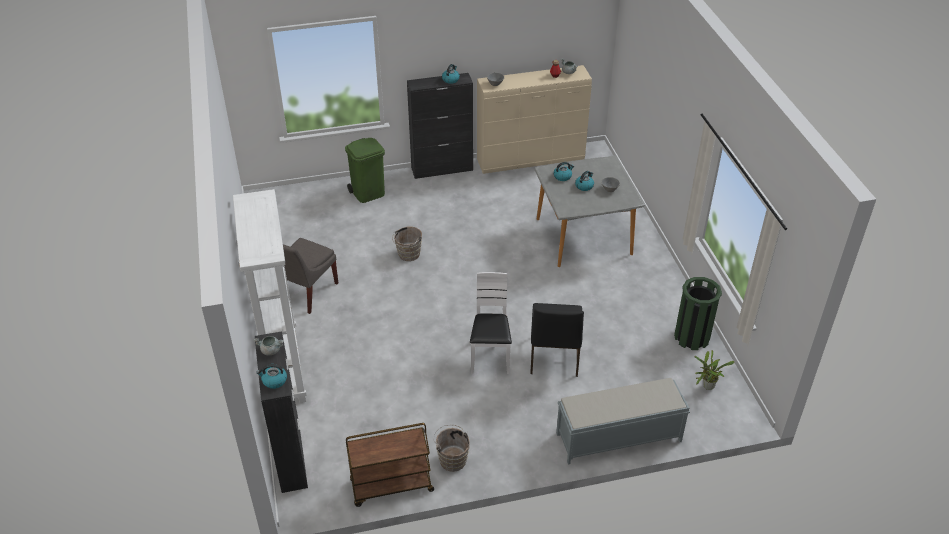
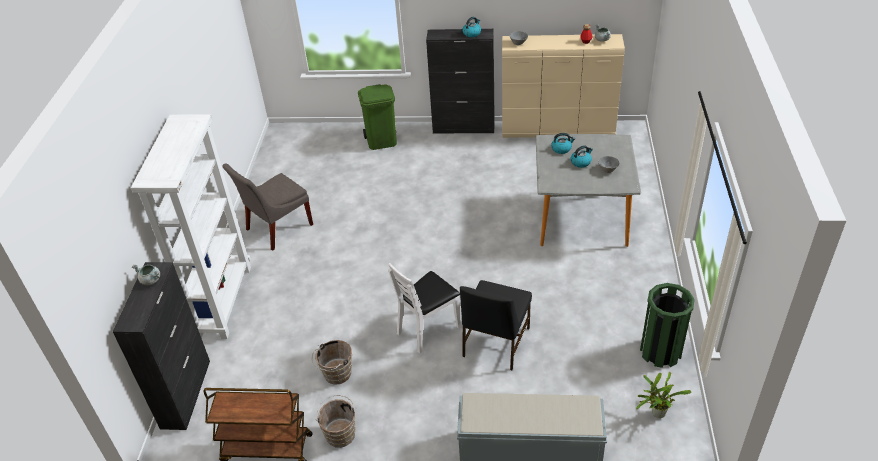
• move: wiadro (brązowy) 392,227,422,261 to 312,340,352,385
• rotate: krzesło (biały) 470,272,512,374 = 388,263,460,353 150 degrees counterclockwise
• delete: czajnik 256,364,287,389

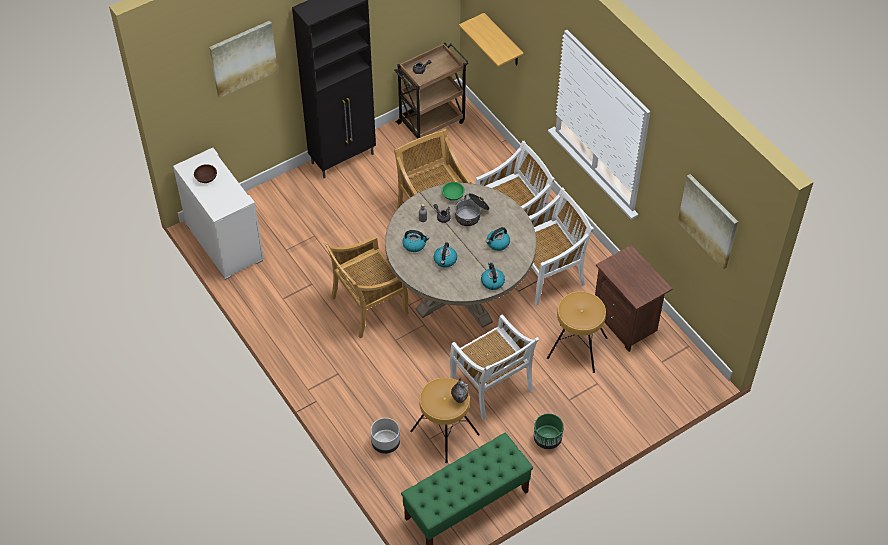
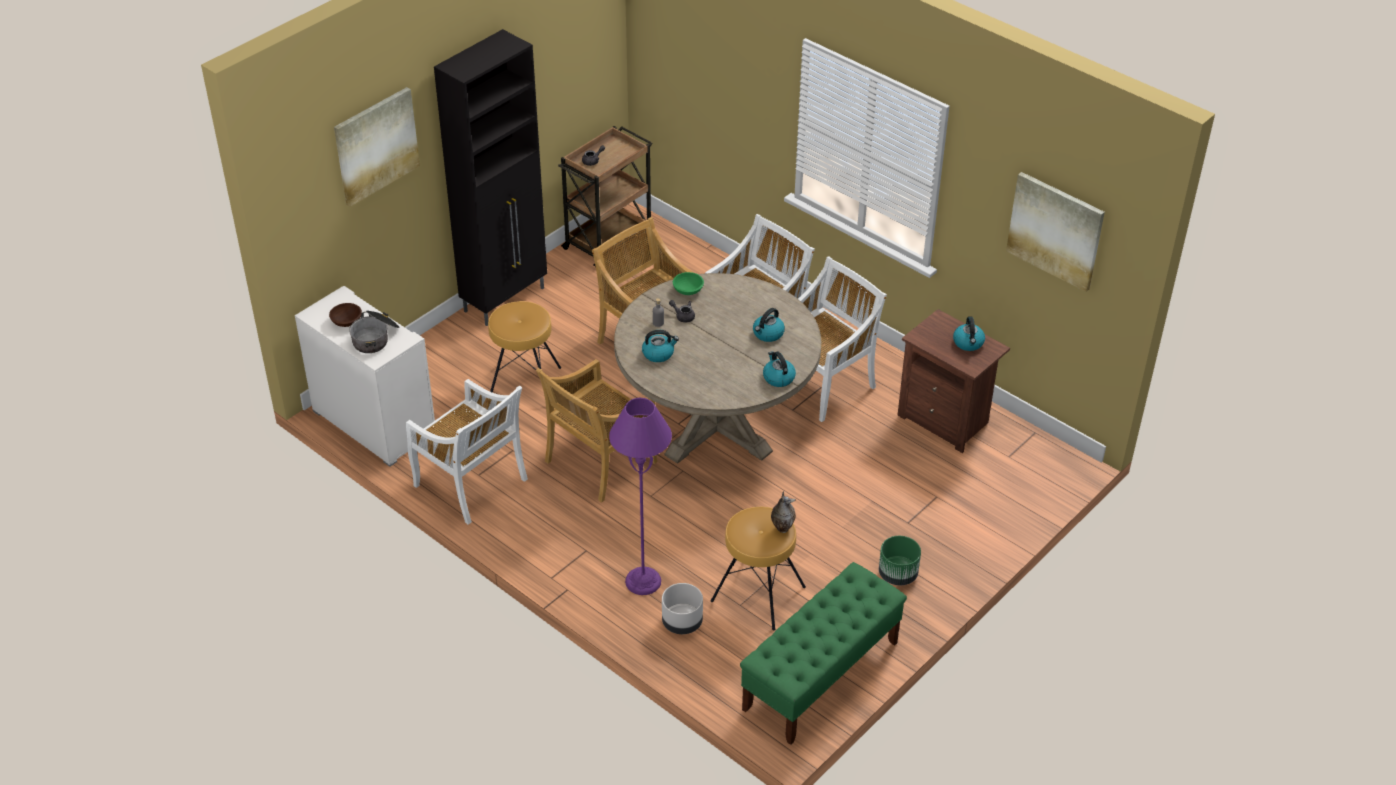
• delete: półka 459,13,524,67
• move: garnek 454,193,490,226 to 349,311,399,353
• move: czajnik 434,242,457,268 to 953,316,985,351
• move: stołek (brązowy) 547,291,607,373 to 488,301,561,393
• move: krzesło (biały) 450,314,539,420 to 406,379,528,525
• insert: lampa stojąca (fioletowy) 609,398,672,595

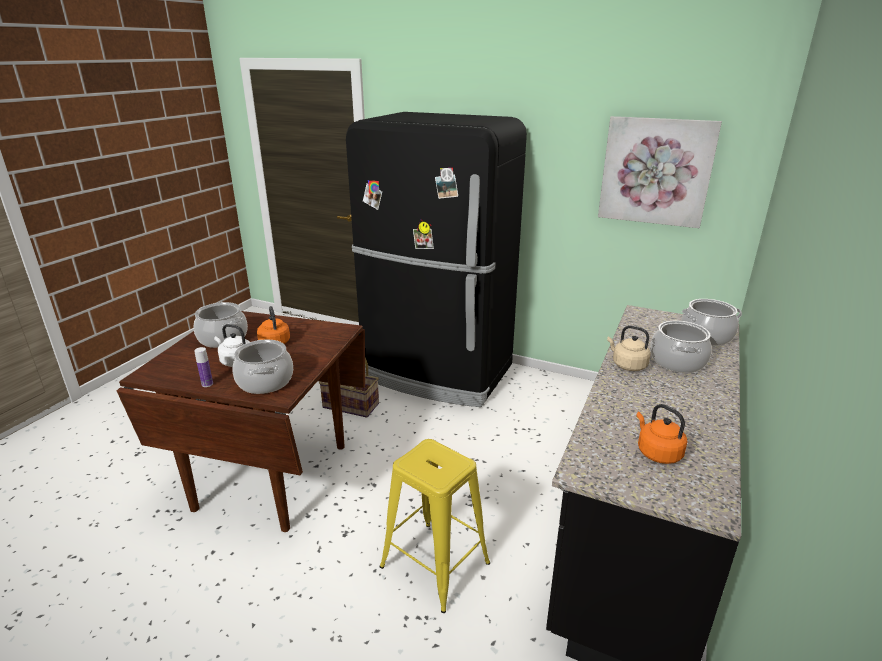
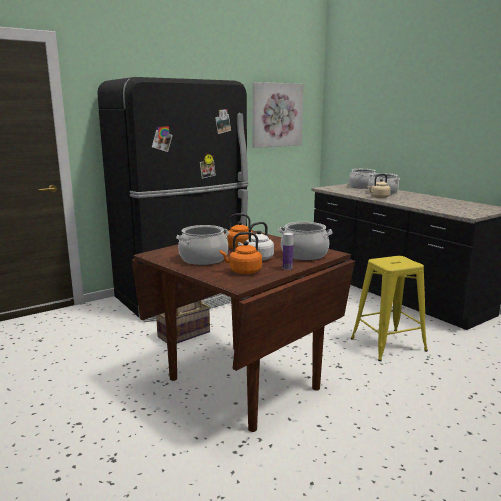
• move: czajnik (pomarańczowy) 636,404,687,464 to 220,232,262,274

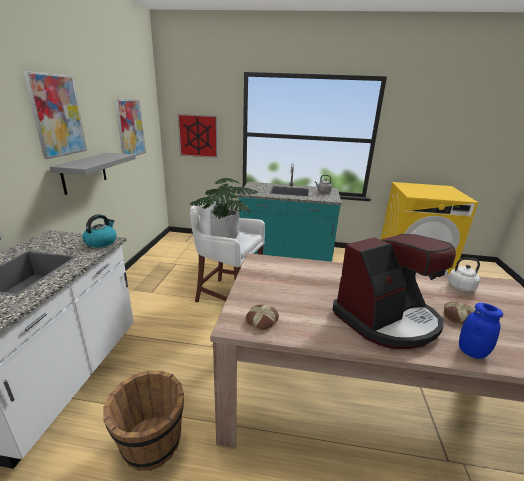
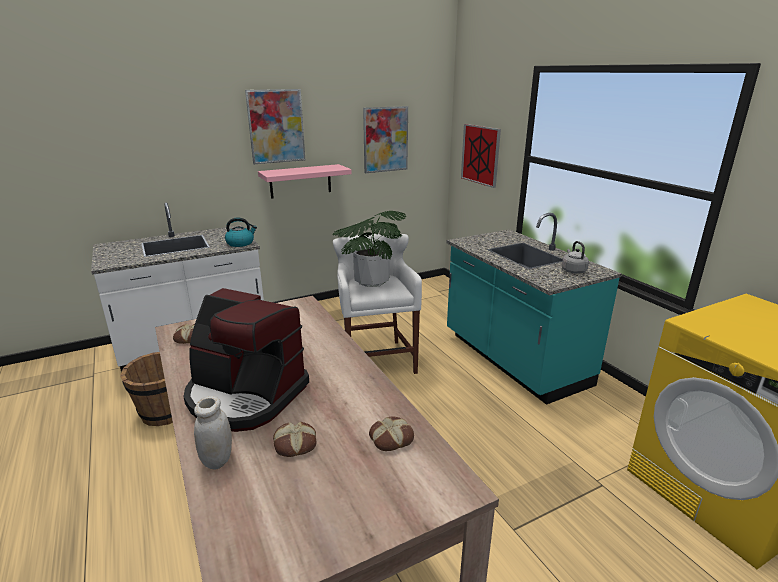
• recolor: półka (szary) 50,153,136,195 to półka (różowy) 258,164,352,199
• replace: czajnik (biały) 445,258,480,292 to chleb 369,417,414,451
• recolor: słoik (niebieski) 459,303,503,359 to słoik (biały) 194,396,232,470

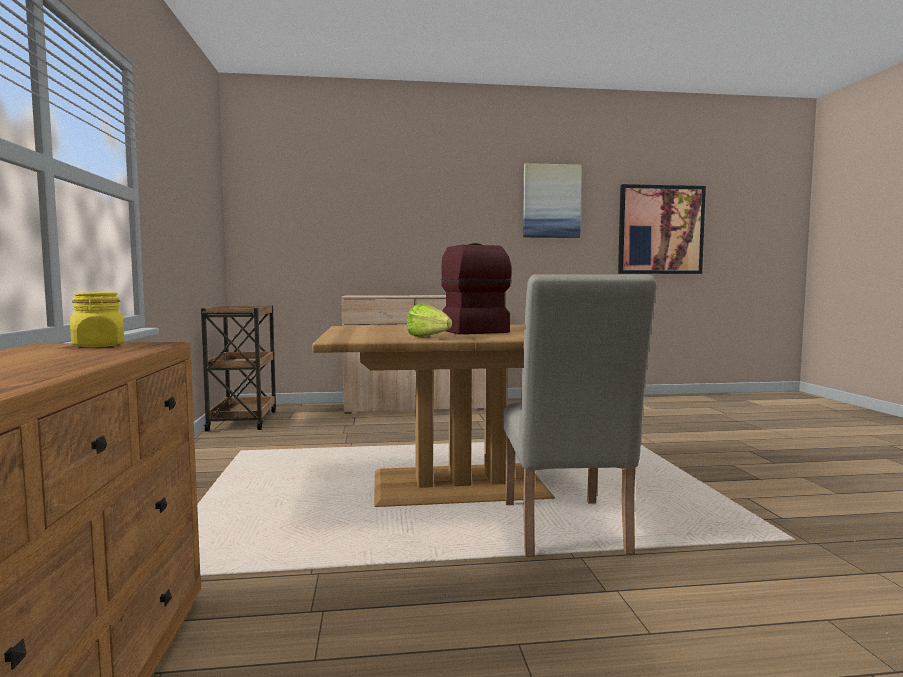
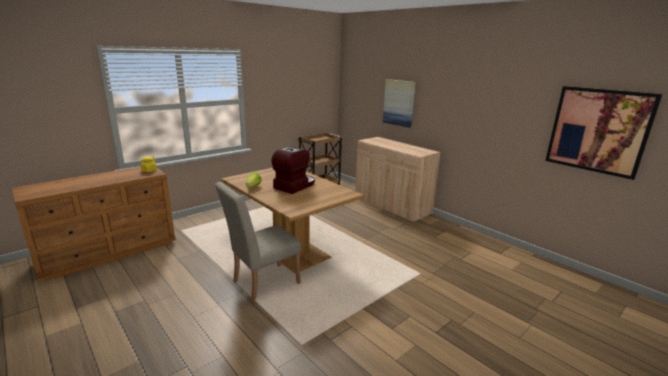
• move: obraz 523,163,582,238 to 383,79,416,128

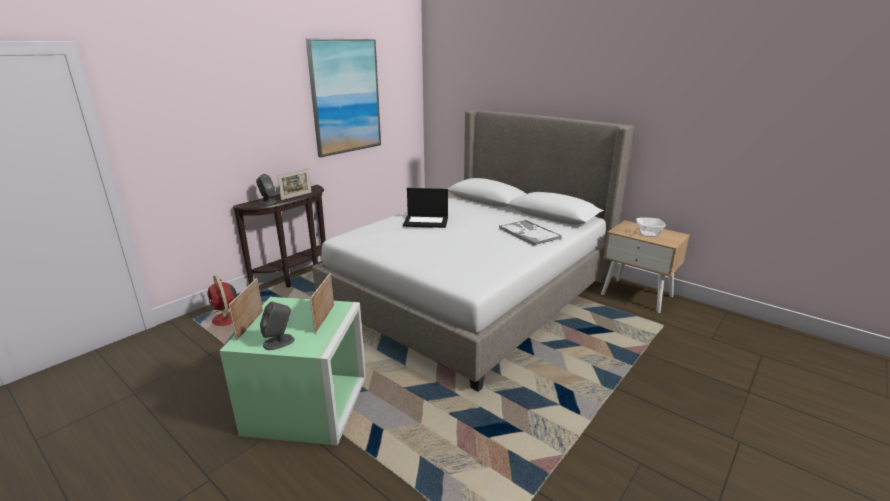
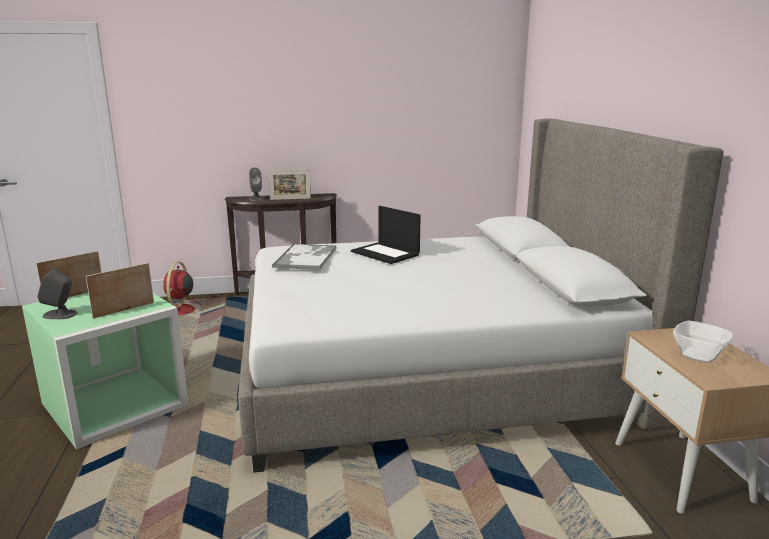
• delete: obraz 306,39,381,157
• move: taca 499,220,561,245 to 272,244,337,270

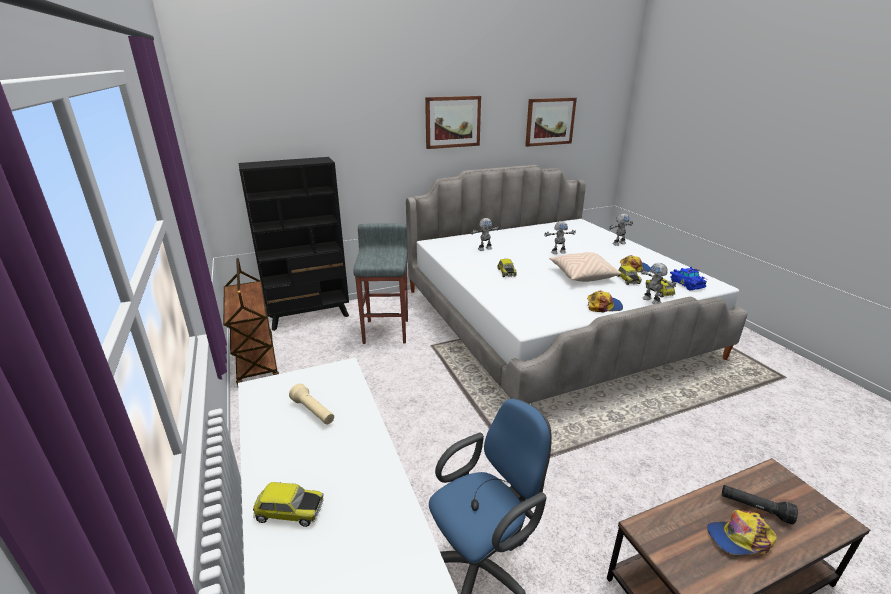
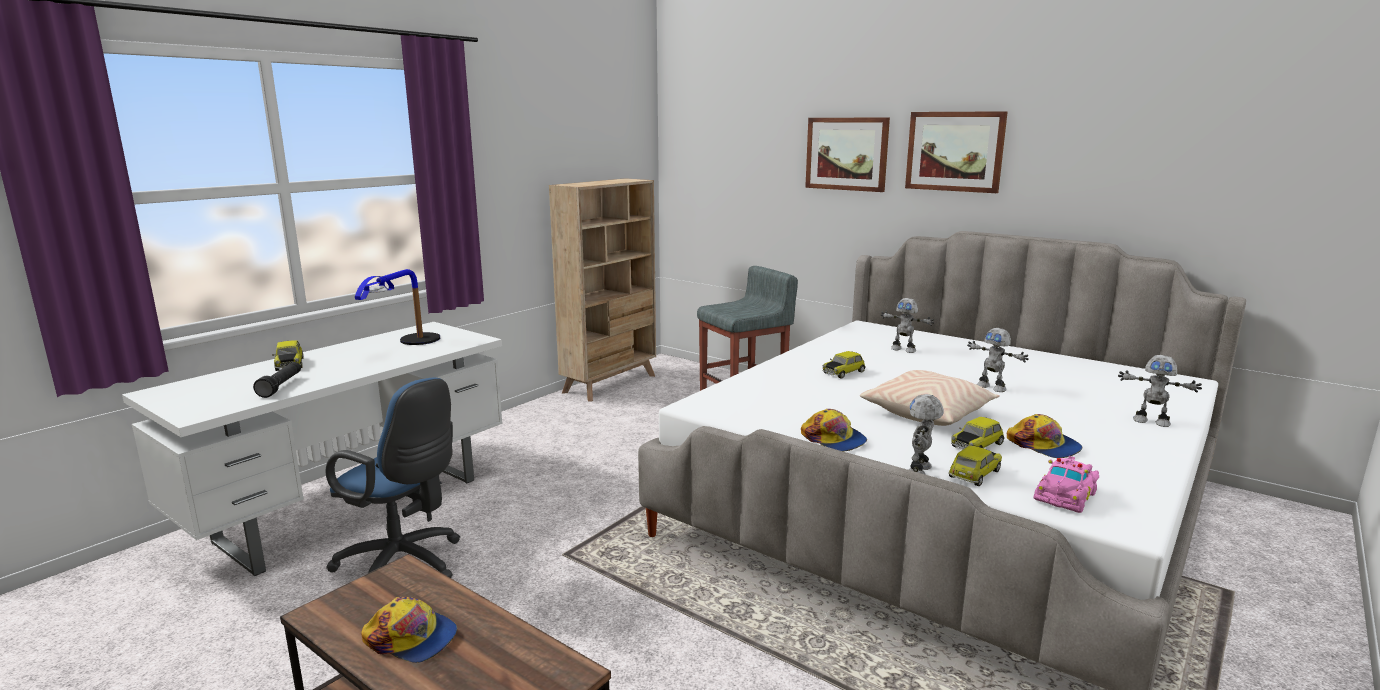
• move: obraz 525,98,577,147 to 805,118,890,192
• delete: regał (czarny) 239,157,349,331
• replace: wózek (brązowy) 223,258,279,385 to regał (beżowy) 549,178,656,402
• recolor: samochodzik (niebieski) 670,267,708,290 to samochodzik (różowy) 1033,456,1099,513
• replace: latarka (beżowy) 289,384,334,424 to lampa stołowa 355,269,440,345
• move: latarka (czarny) 722,485,798,525 to 253,362,301,398
• rotate: czapka z daszkiem 707,510,777,555 = 361,597,457,663 150 degrees clockwise

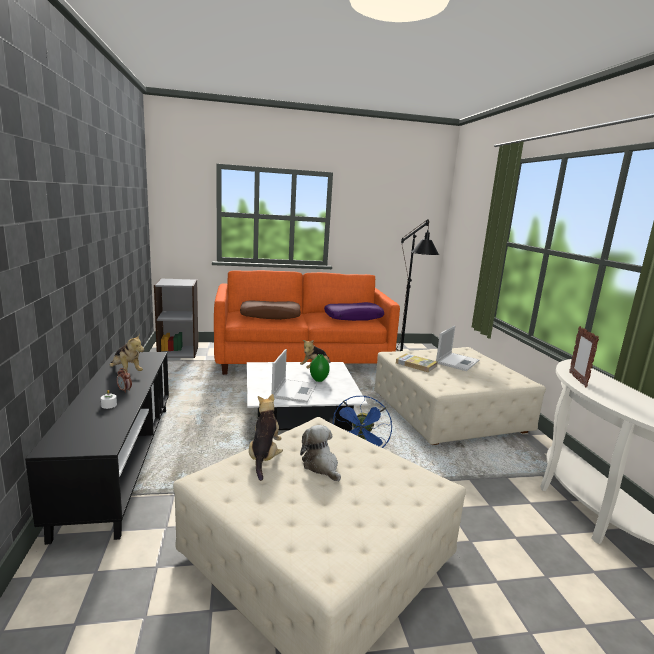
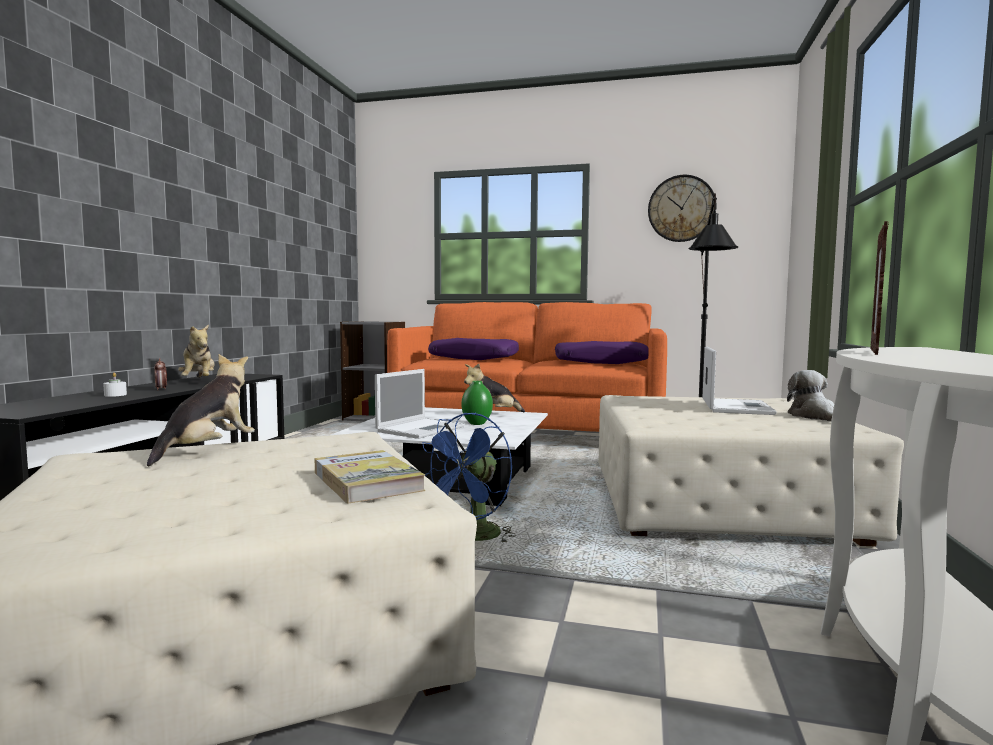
• recolor: poduszka (brązowy) 240,300,301,320 to poduszka (fioletowy) 428,338,519,360
• rotate: laptop 436,326,479,371 = 702,347,777,415 45 degrees counterclockwise
• move: książka 396,354,438,372 to 314,450,425,504
• move: pluszak 300,425,341,482 to 787,370,834,422
• insert: zegar ścienny 648,175,717,242

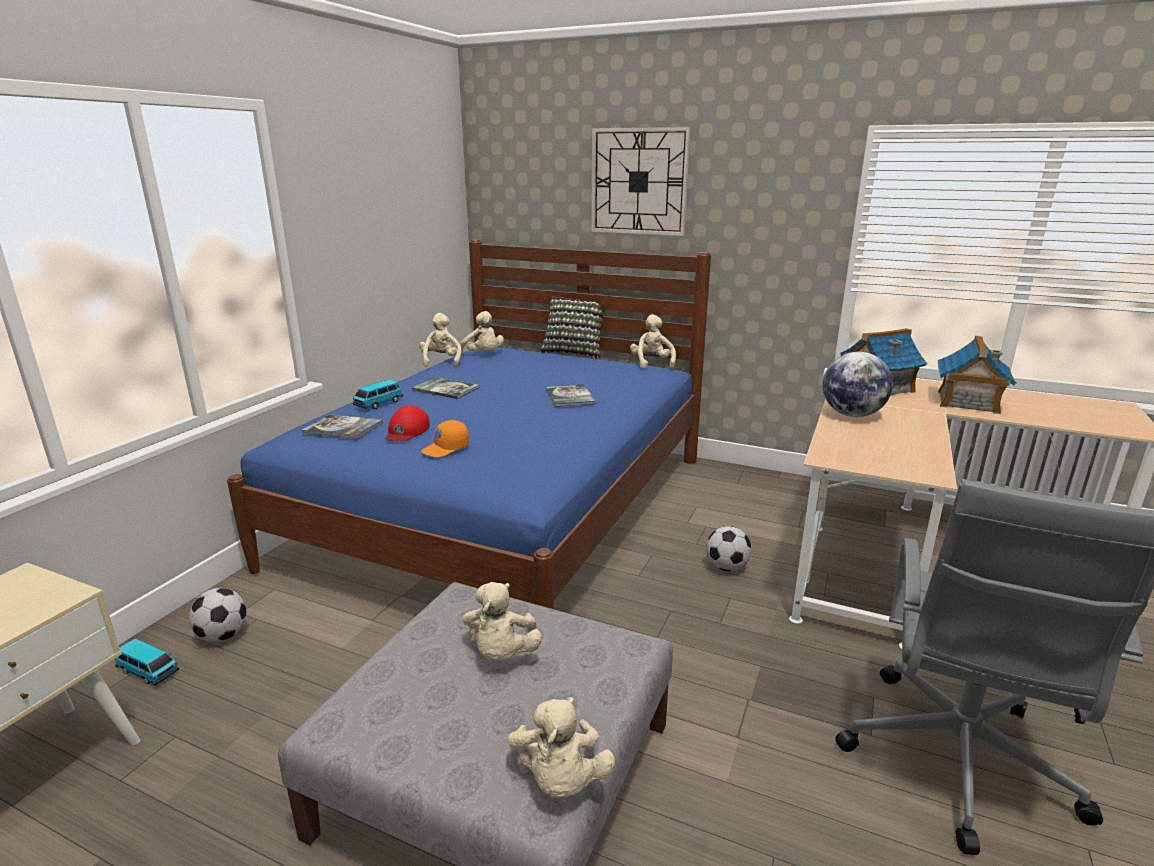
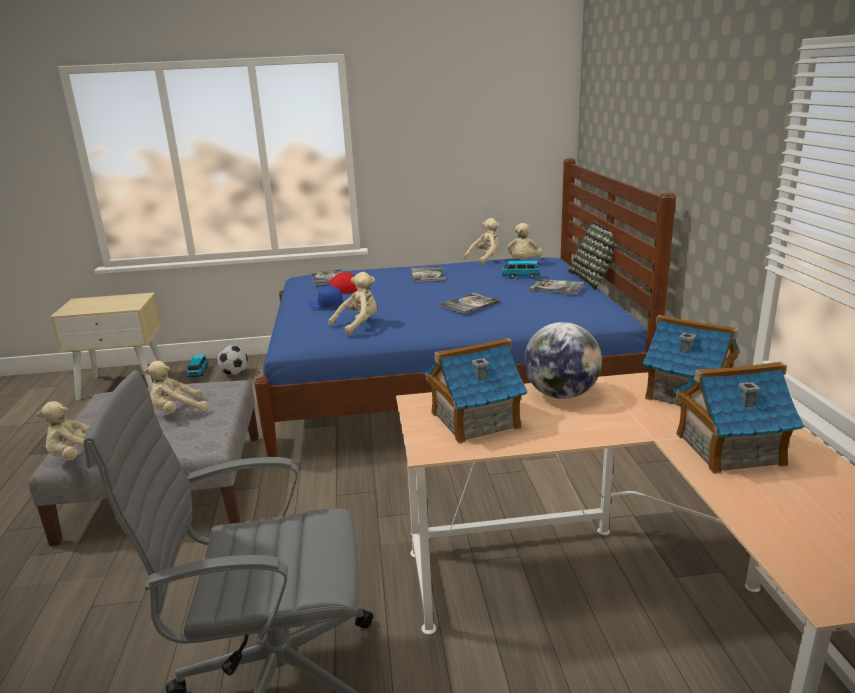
• delete: zegar ścienny 591,127,691,236
• move: pluszak (beżowy) 630,314,676,369 to 328,272,377,336
• move: samochodzik 353,380,403,409 to 503,261,540,279
• recolor: czapka z daszkiem (pomarańczowy) 421,420,469,457 to czapka z daszkiem (niebieski) 308,286,343,308
• delete: piłka futbolowa 706,526,751,571
• insert: książka 529,279,585,294
• insert: domek 424,338,528,444

